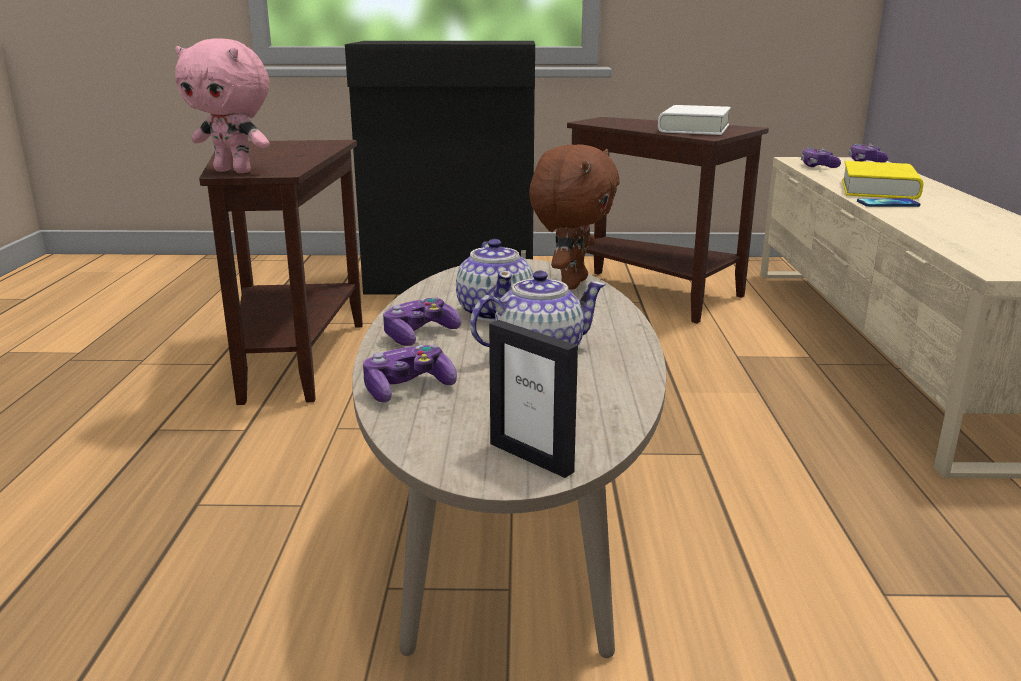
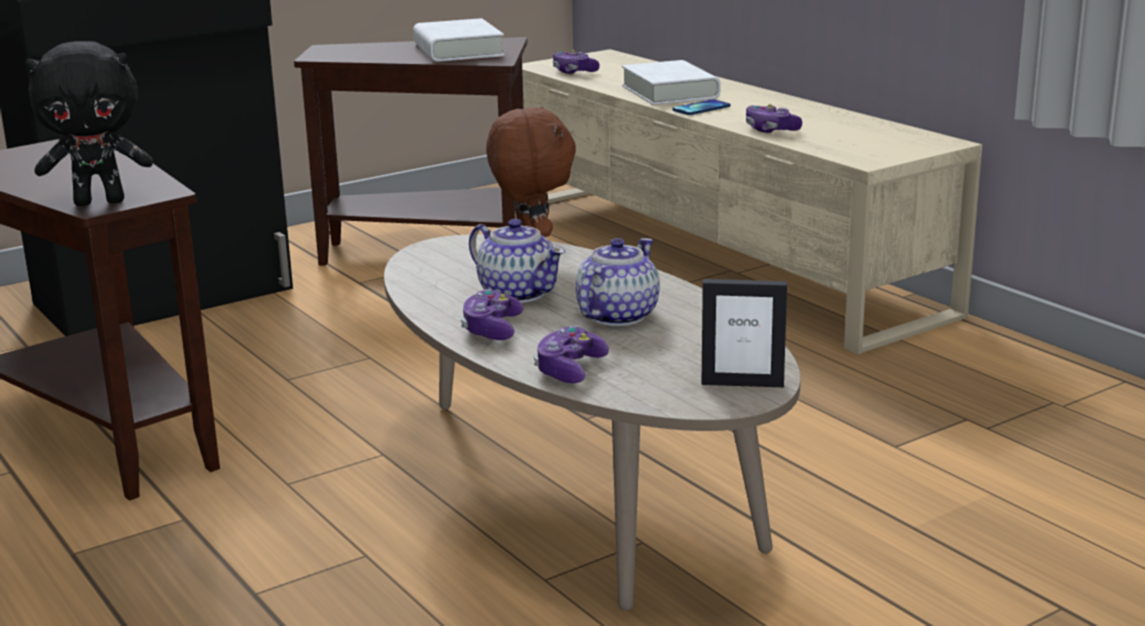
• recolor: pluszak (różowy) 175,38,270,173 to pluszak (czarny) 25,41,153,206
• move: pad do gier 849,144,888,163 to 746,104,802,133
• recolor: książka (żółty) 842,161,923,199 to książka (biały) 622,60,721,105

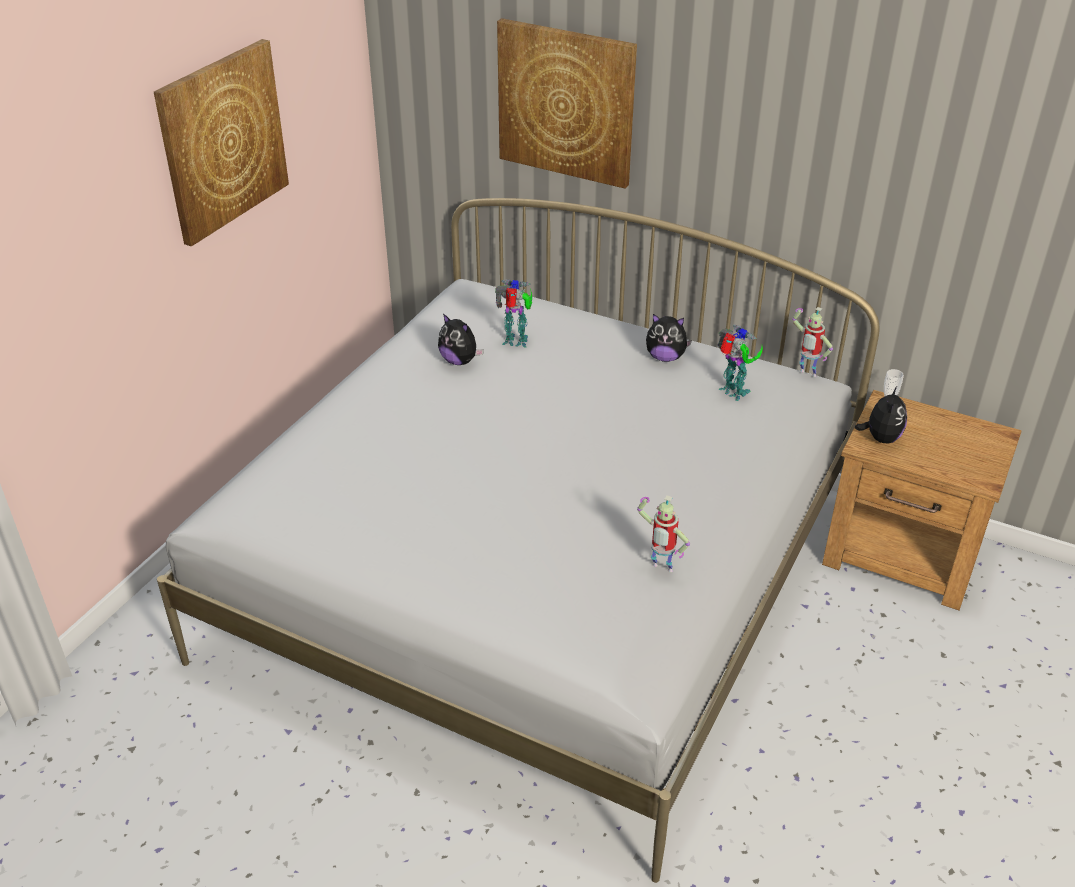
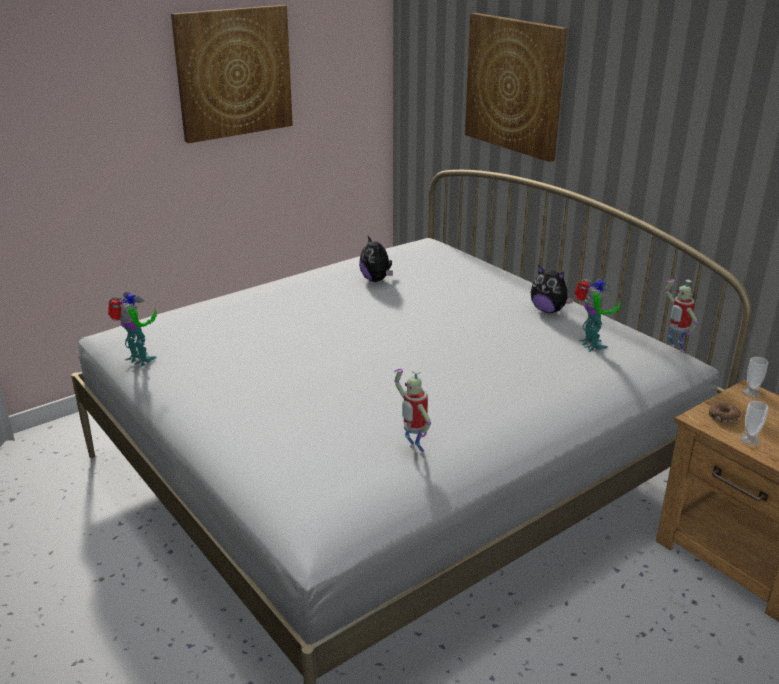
• move: robot zabawkowy 495,279,533,348 to 108,292,157,367
• replace: pluszak 855,386,907,443 to donut 709,402,741,423
• insert: filiżanka 740,401,768,445

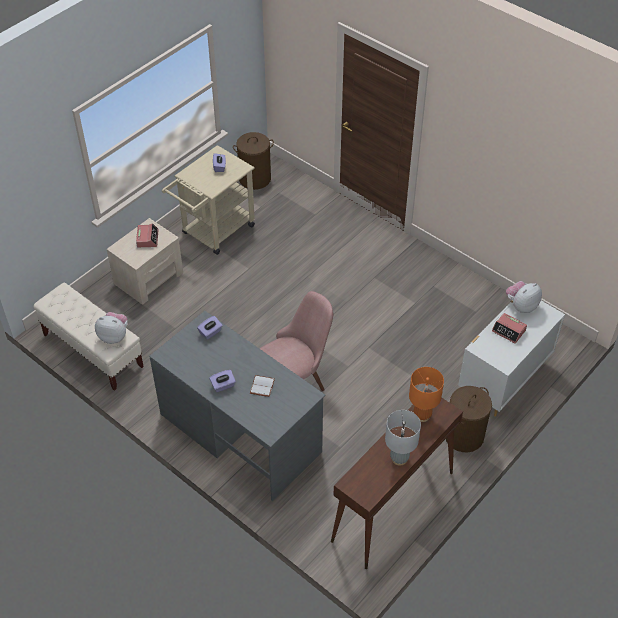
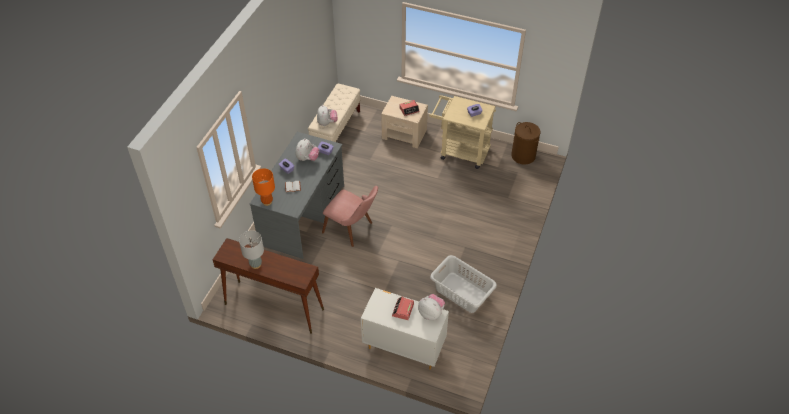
• move: lampa stołowa (pomarańczowy) 409,367,444,422 to 252,168,275,206
• delete: kosz na pranie (brązowy) 446,386,492,452
• insert: pluszak 295,138,319,161
• insert: kosz na pranie (szary) 430,255,497,313

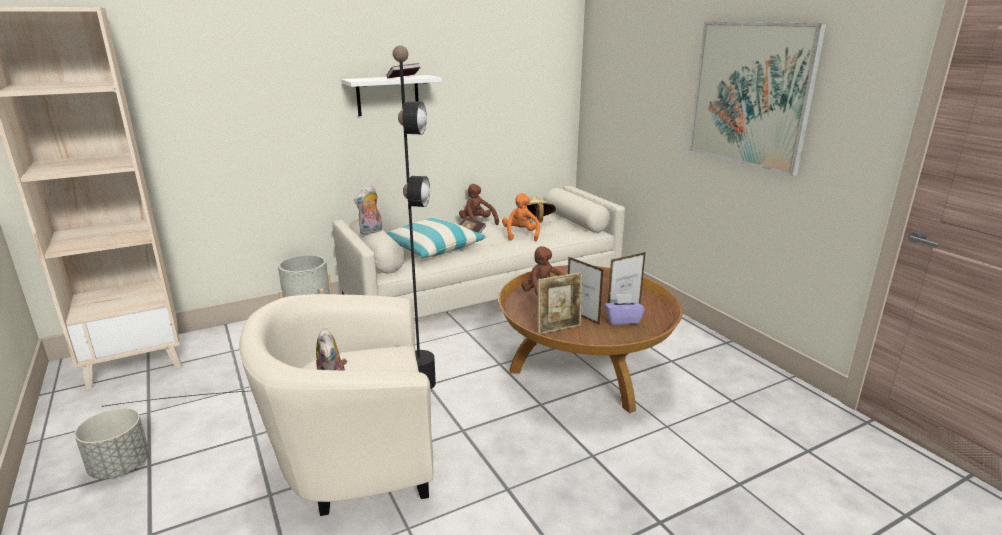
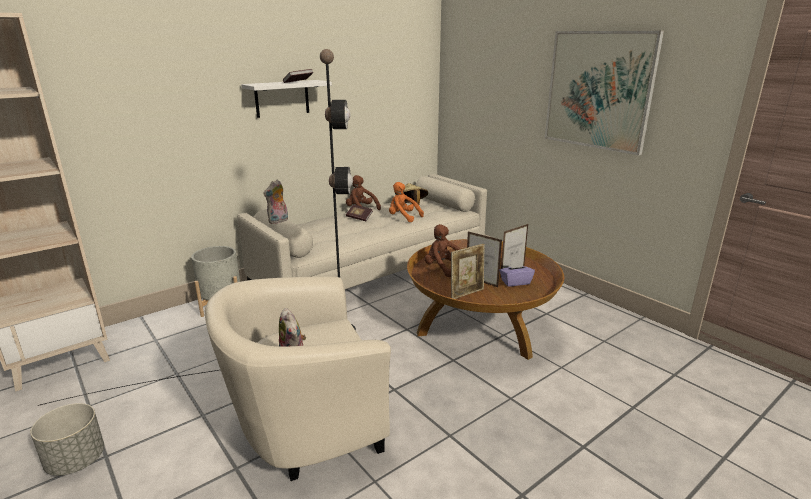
• rotate: pluszak (pomarańczowy) 502,193,540,241 = 389,182,424,222 45 degrees counterclockwise
• delete: poduszka 386,218,487,258

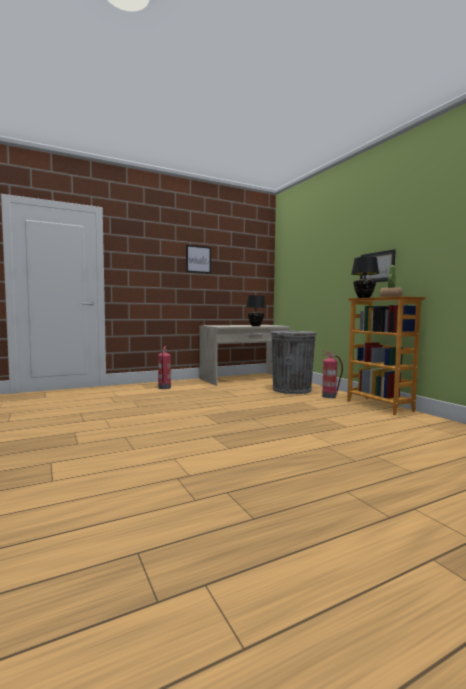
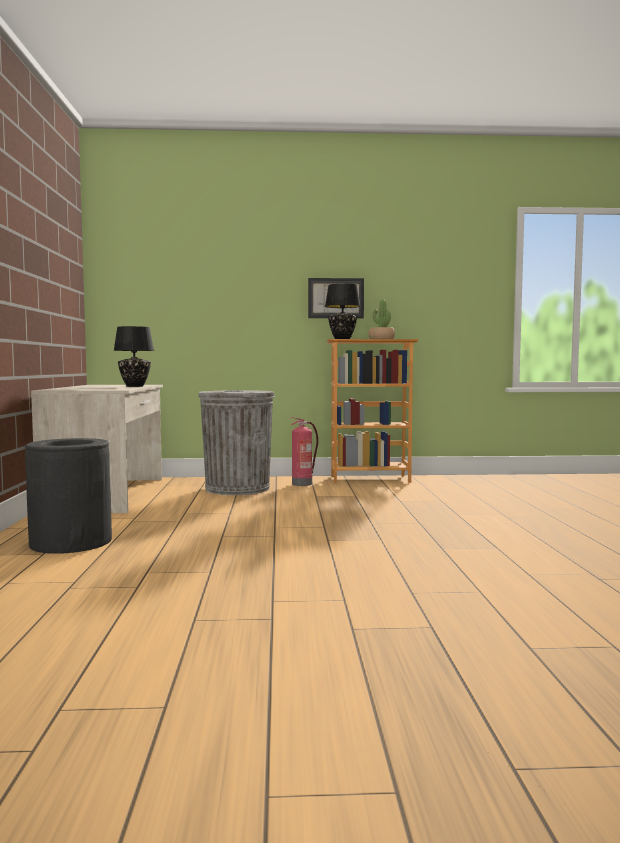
• delete: obraz 186,245,211,274
• replace: gaśnica 158,346,171,389 to kosz na śmieci (czarny) 25,438,112,554

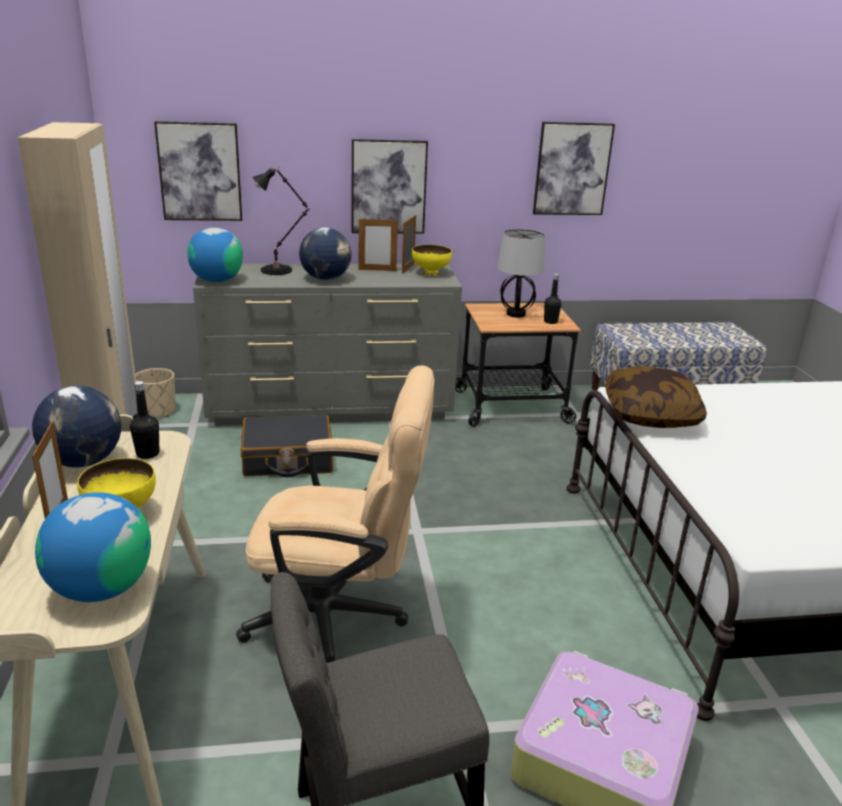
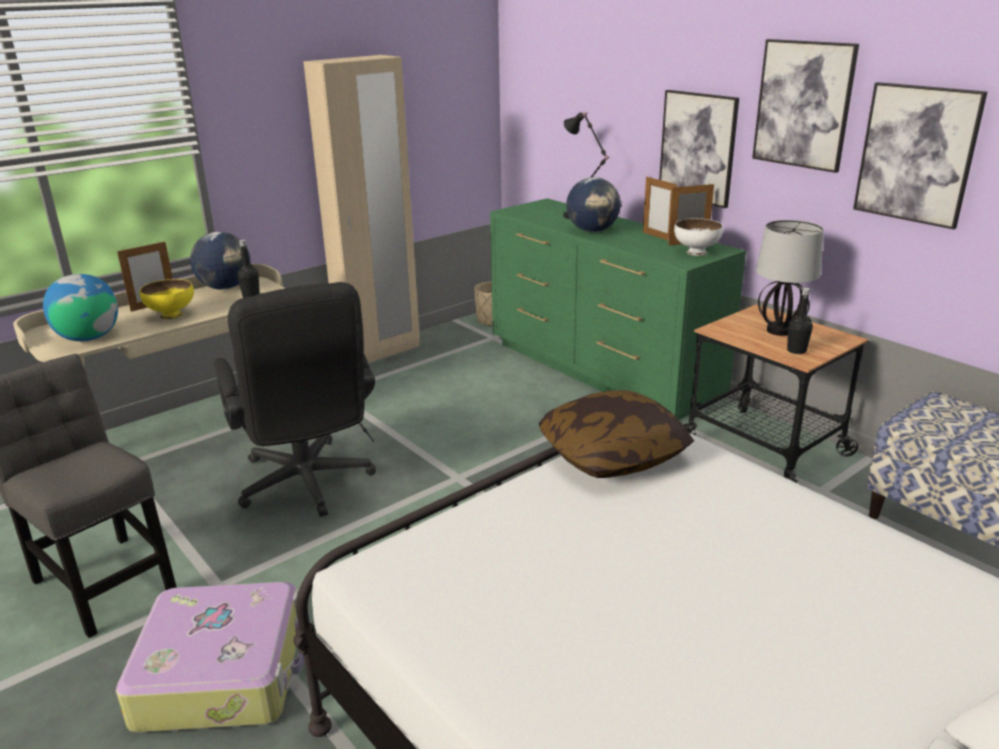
• move: obraz 154,121,242,221 to 752,39,859,173
• delete: globus 187,227,243,282
• recolor: miska (żółty) 412,245,452,276 to miska (biały) 674,218,723,256
• recolor: komoda (szary) 193,264,462,426 to komoda (zielony) 490,198,746,420
• recolor: krzesło biurowe (beżowy) 236,365,435,663 to krzesło biurowe (czarny) 214,282,376,517
• delete: walizka (czarny) 241,415,333,477

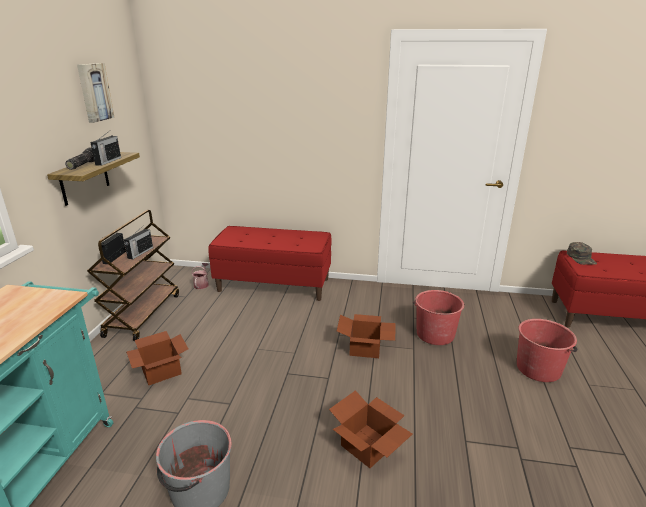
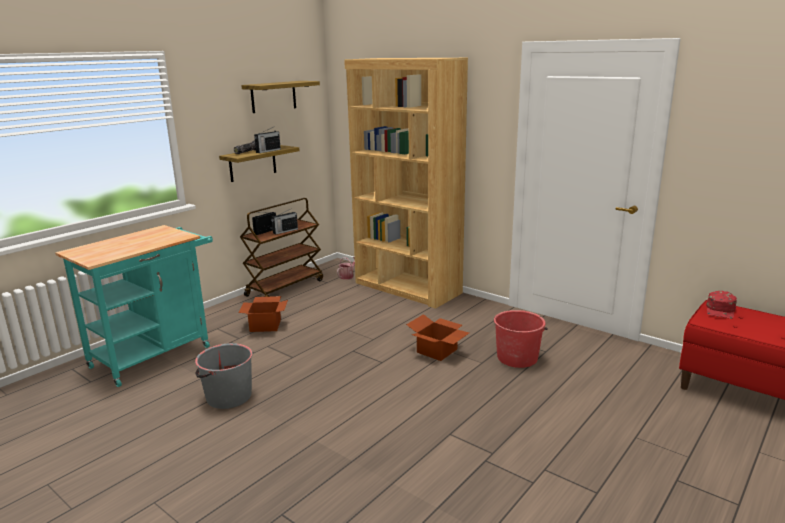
• replace: obraz 77,63,115,123 to półka 241,81,320,113
• replace: ławka (czerwony) 208,226,332,301 to regał (brązowy) 344,58,468,309
• recolor: czapka z daszkiem (zielony) 567,242,597,265 to czapka z daszkiem (czerwony) 706,291,737,319
• delete: wiadro (czerwony) 517,319,578,382
• delete: karton 329,390,412,468

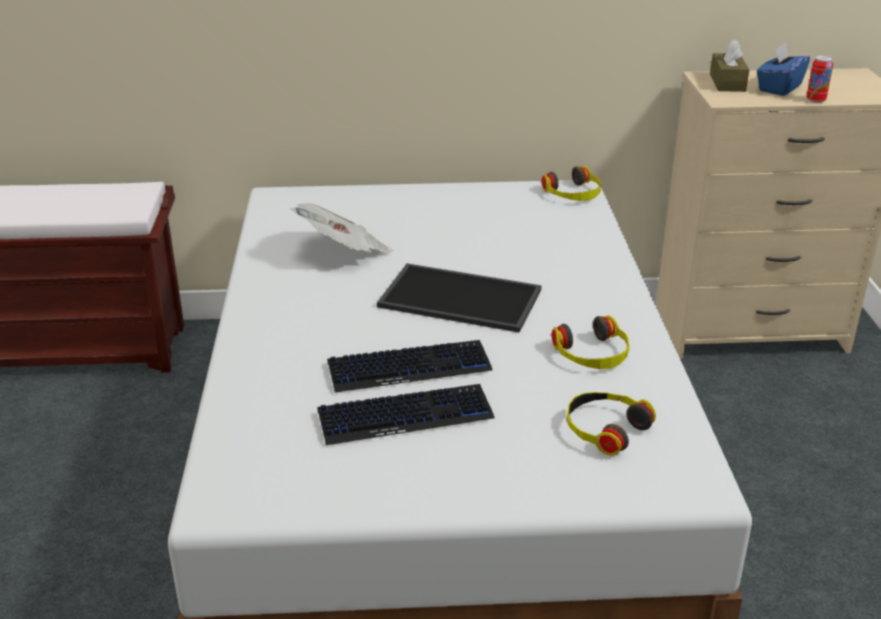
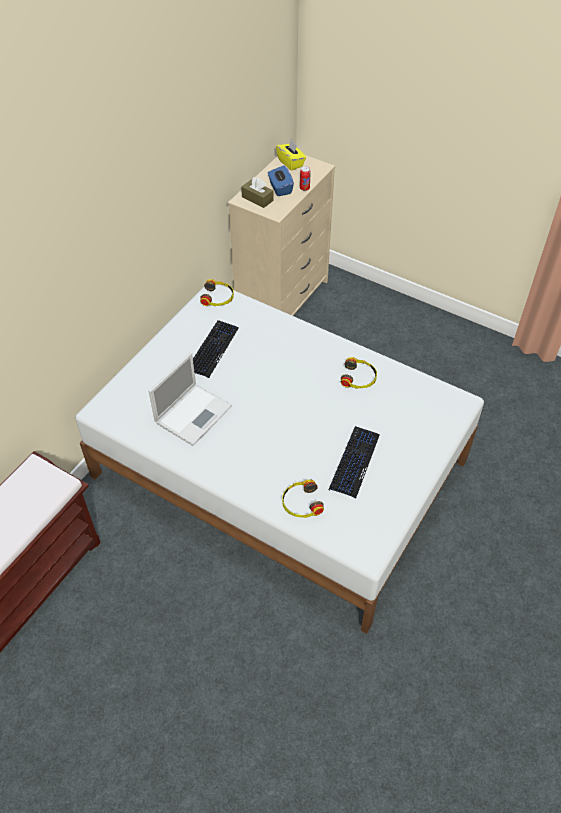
• replace: gazeta 290,203,393,253 to laptop 149,353,232,446
• delete: taca 377,263,542,333
• move: klawiatura 327,340,492,393 to 193,320,239,378
• move: słuchawki 567,392,656,455 to 282,479,324,518
• insert: pudełko chusteczek (żółty) 276,140,306,171

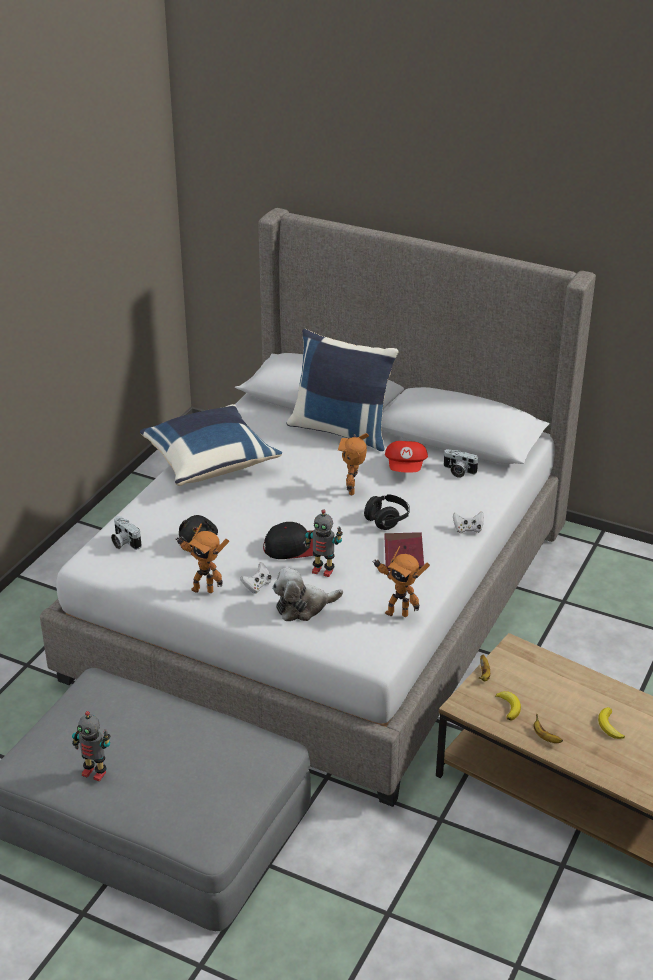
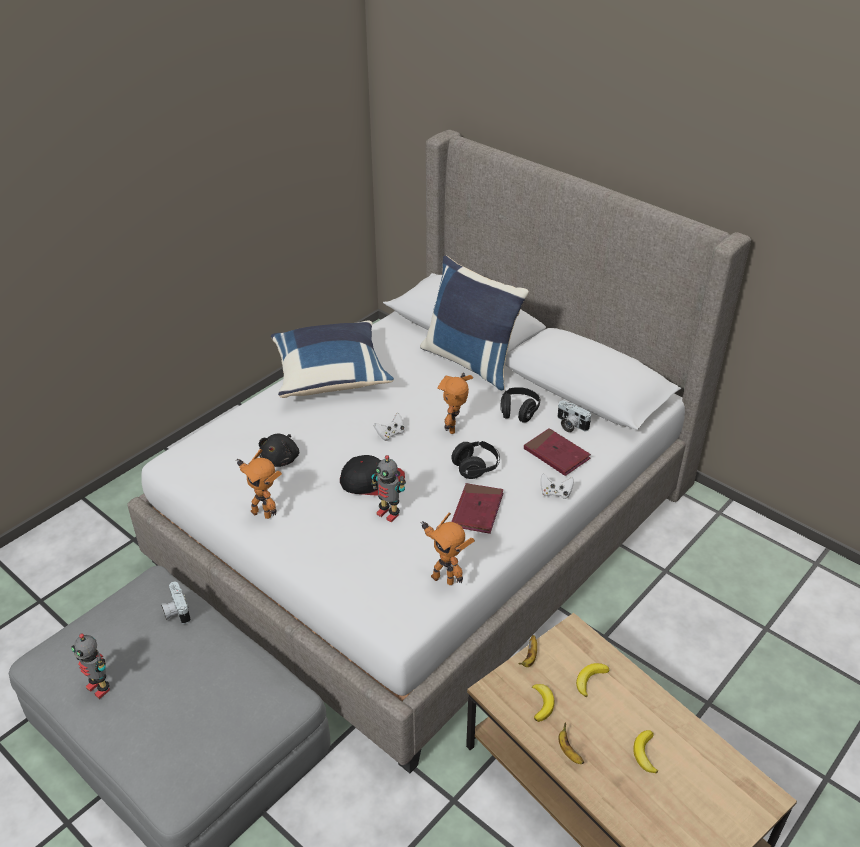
• replace: czapka z daszkiem (czerwony) 385,441,428,473 to słuchawki (czarny) 500,387,541,423
• move: aparat fotograficzny 111,516,142,550 to 161,582,191,624
• move: pad do gier (biały) 240,562,271,593 to 374,413,405,441
• delete: pluszak 272,568,343,621
• insert: książka (czerwony) 524,428,591,476
• insert: banan 576,663,609,697

